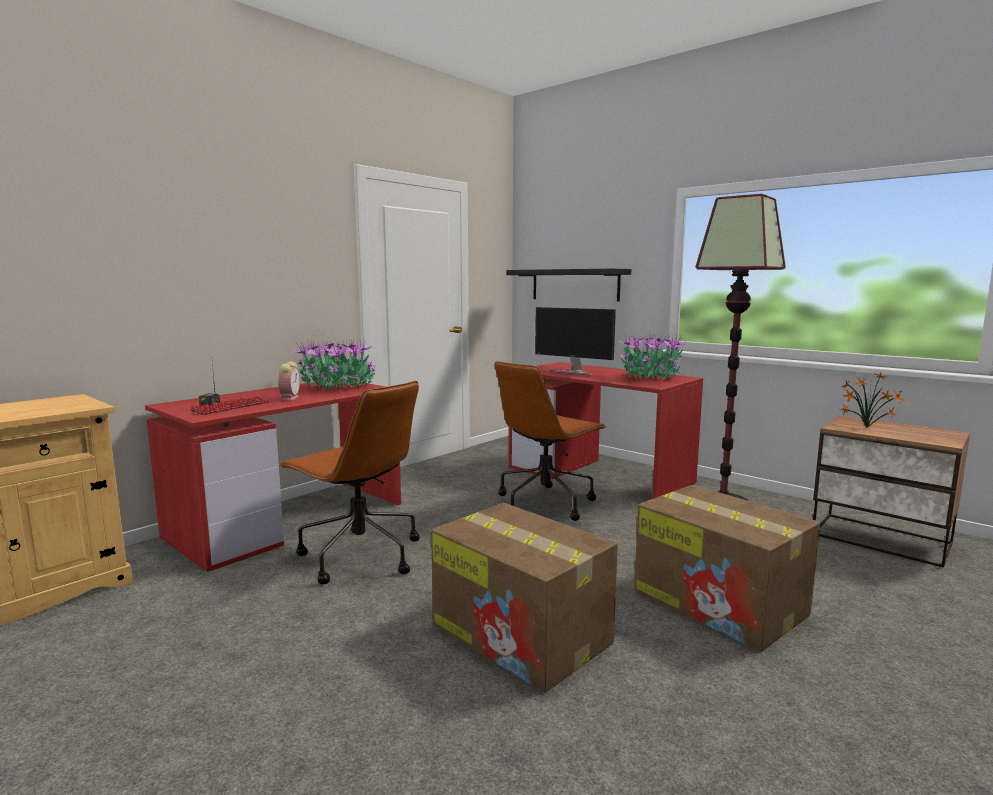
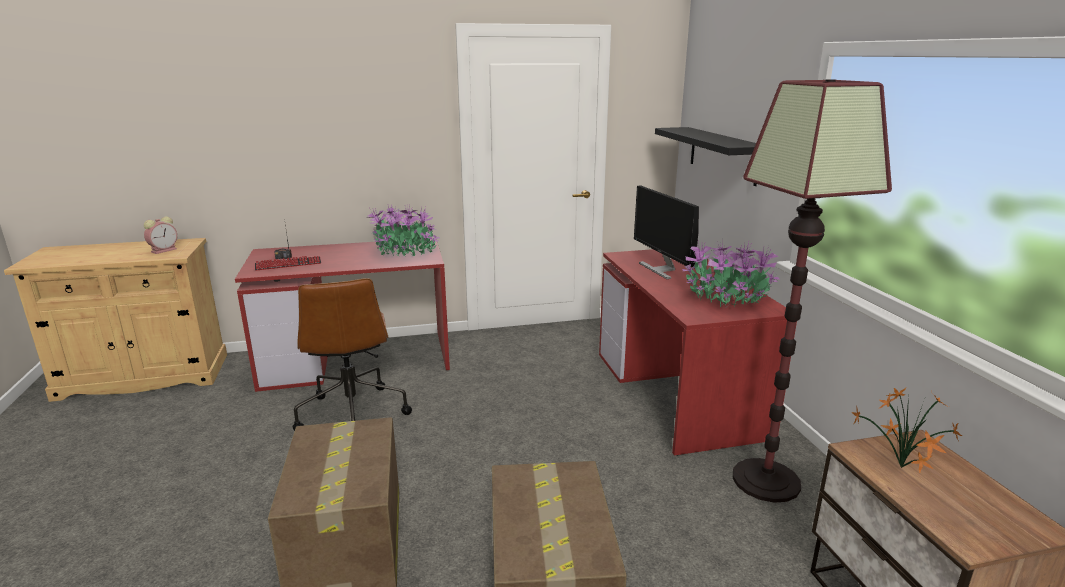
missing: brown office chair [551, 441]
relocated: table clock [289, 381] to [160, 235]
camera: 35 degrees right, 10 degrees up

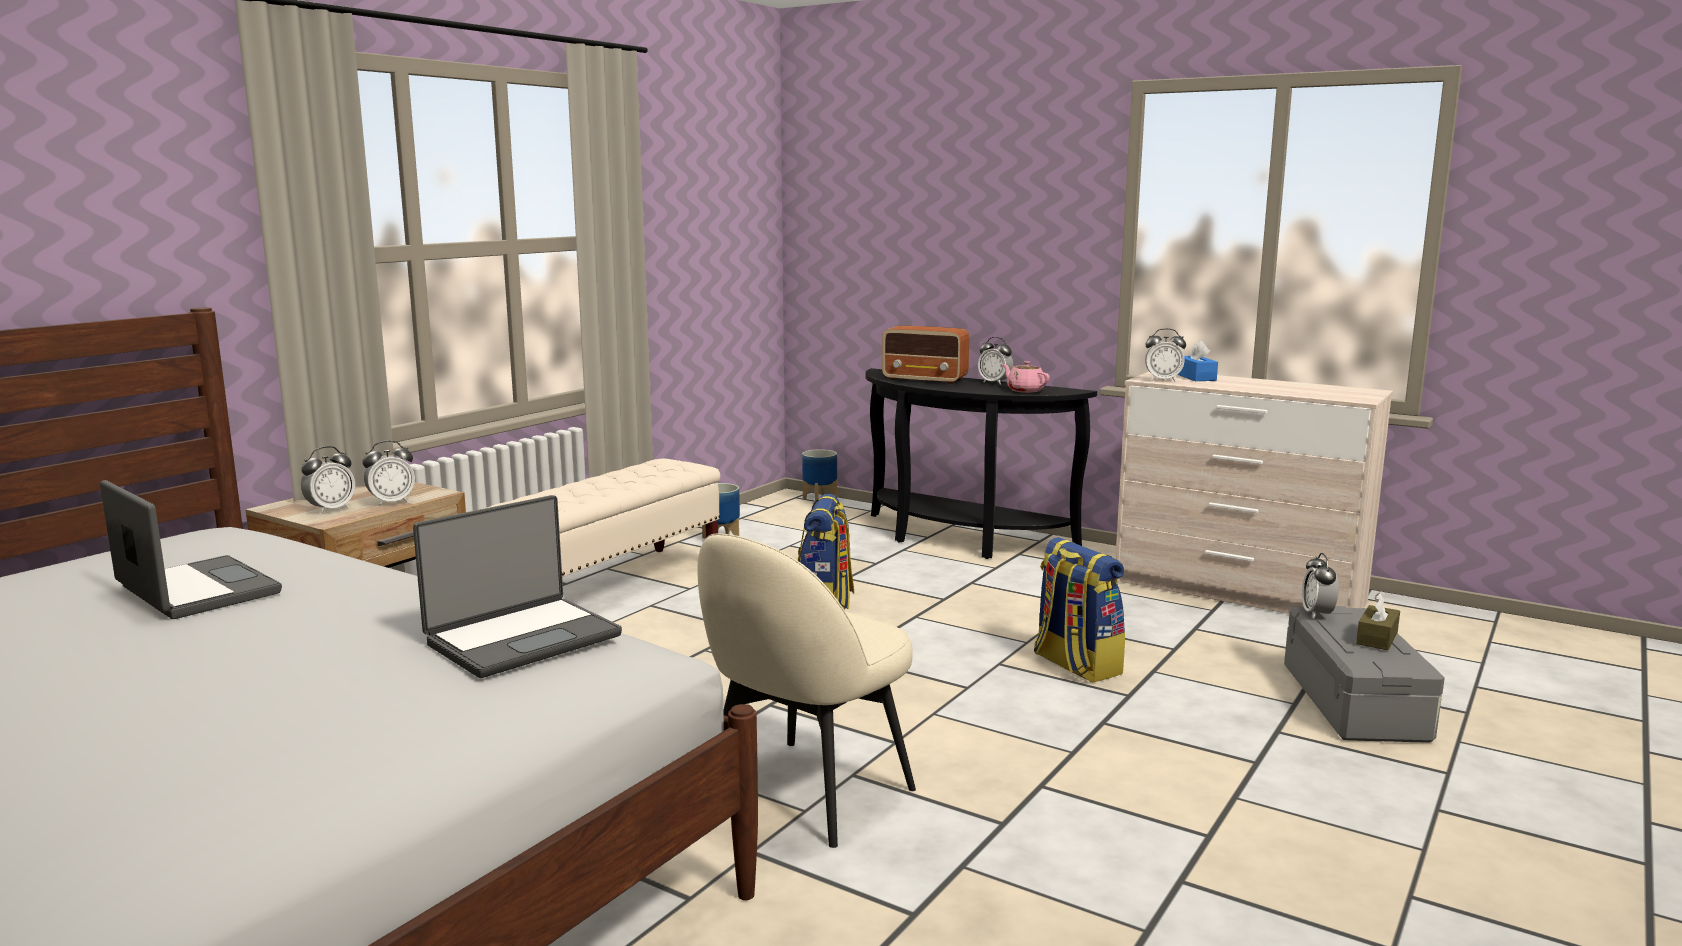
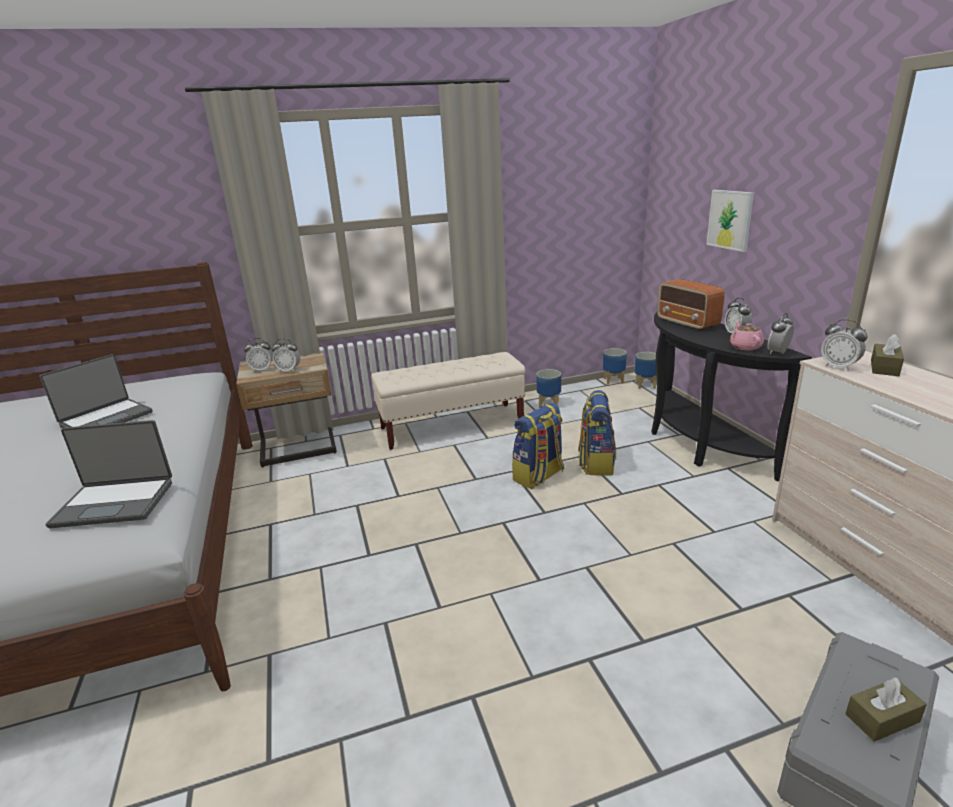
missing: beige upright chair [807, 691]
appeared: wall picture [730, 221]; planter [615, 366]
relocated: rucksack [1079, 610] to [597, 433]; table clock [1320, 585] to [780, 333]
colour: blue box of tissues [1198, 361] to brown box of tissues [887, 355]
spun: laptop [191, 549] = [96, 391] 45 degrees clockwise
camera: 40 degrees right, 10 degrees up

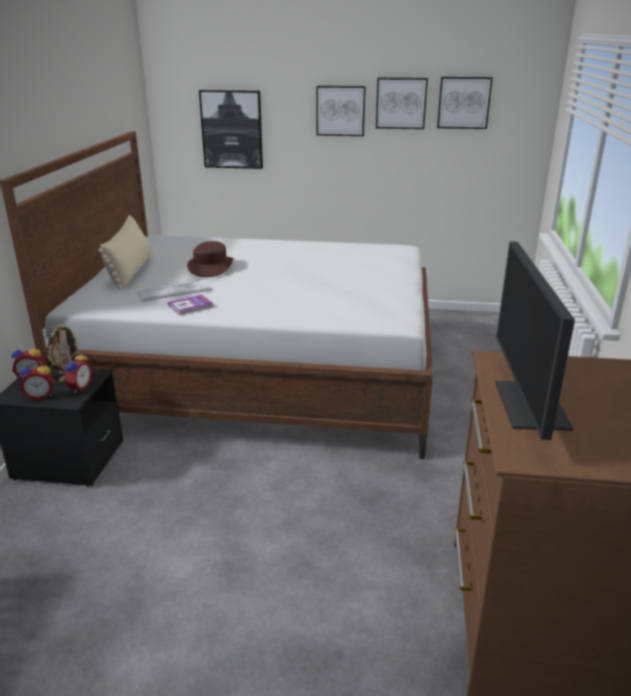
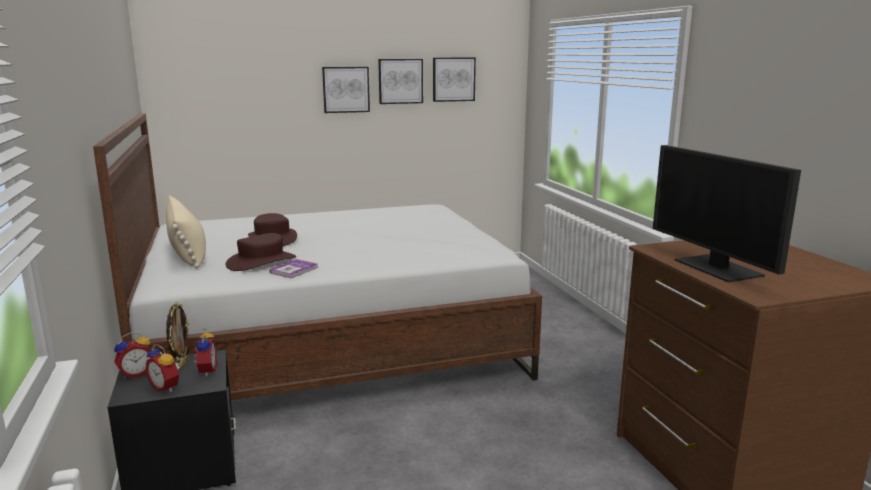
missing: wall picture [231, 129]
exchanged: PC keyboard [175, 290] to brown wearable hat [261, 252]
spun: table clock [36, 380] = [162, 368] 75 degrees clockwise
camera: 25 degrees left, 10 degrees down

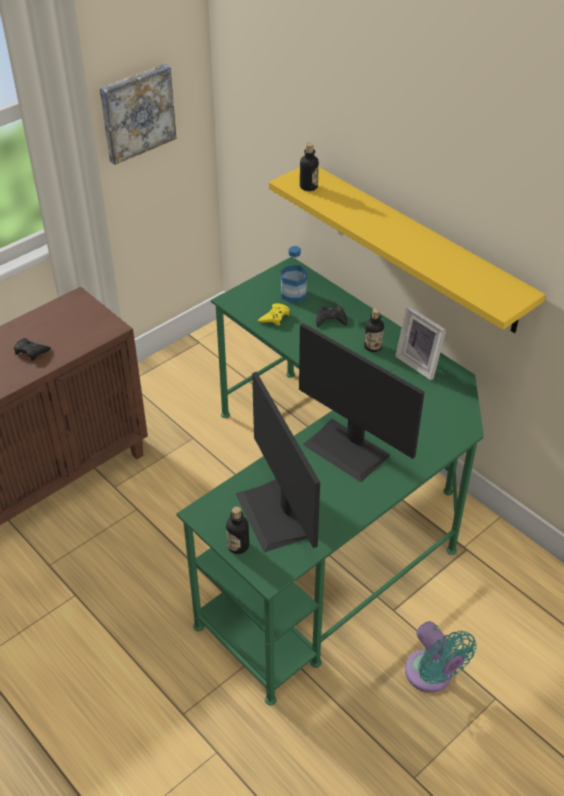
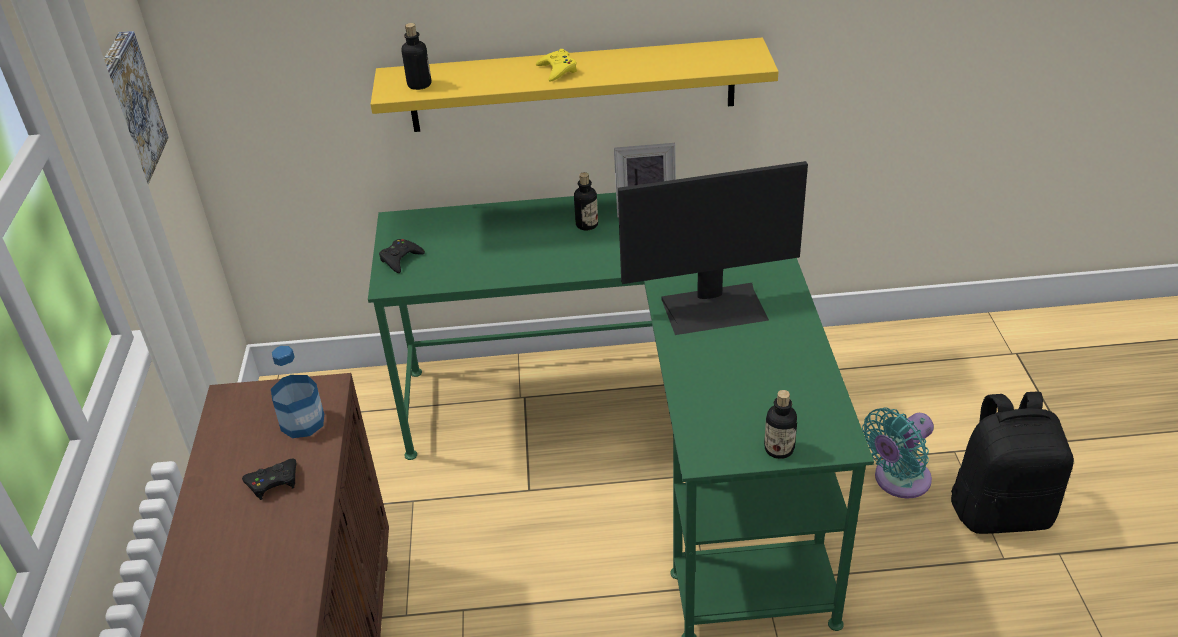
missing: monitor [278, 462]
appeared: black-coloured rucksack [1012, 462]
relocated: beverage bottle [294, 274] to [297, 392]; yellow-coloured gamepad [274, 314] to [556, 65]; black-coloured gamepad [331, 316] to [402, 256]
spun: turquoise-coloured fan [441, 657] = [898, 452] 135 degrees clockwise
camera: 50 degrees left, 5 degrees down

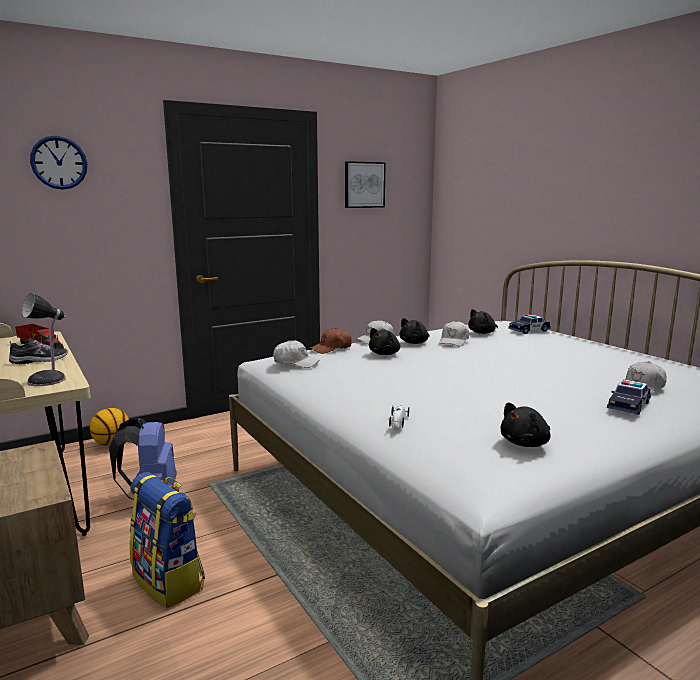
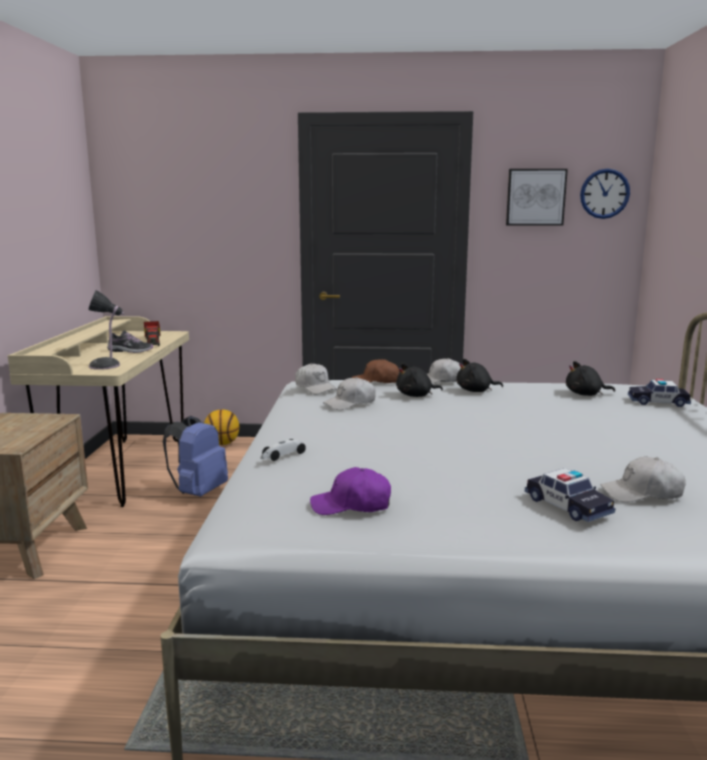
missing: rucksack [167, 540]
relocated: clock on the wall [58, 163] to [605, 194]; white-coloured cap [454, 333] to [349, 393]
exchanged: black-coloured plush toy [525, 424] to purple-coloured cap [350, 491]
spun: toy car [629, 397] = [570, 495] 105 degrees counterclockwise
camera: 35 degrees right, 0 degrees up

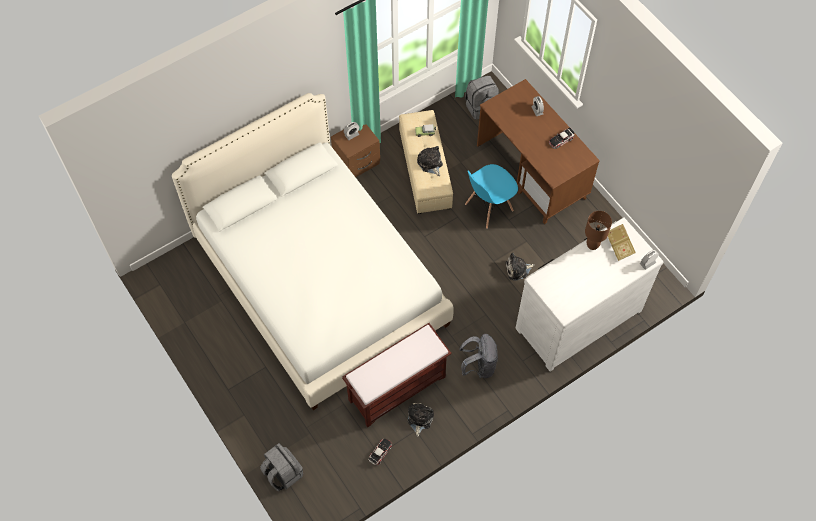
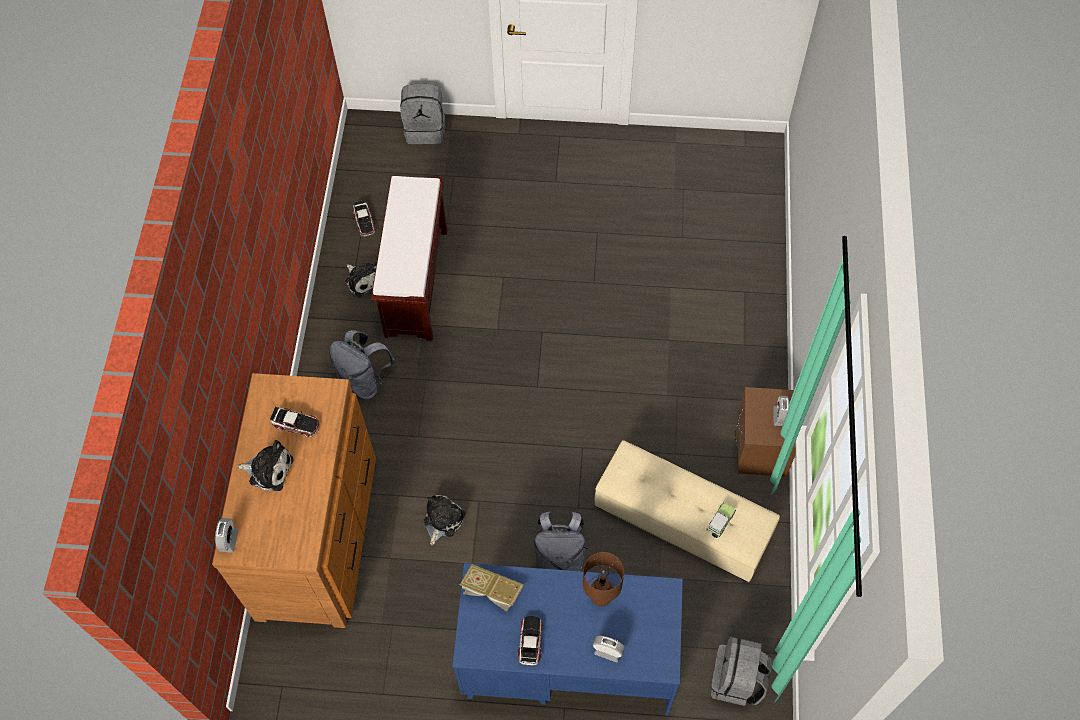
missing: white-coloured bed [313, 251]
appeared: toy car [295, 422]
relocated: plush toy [430, 161] to [265, 465]; brown tabletop lamp [598, 230] to [603, 579]; book [622, 242] to [492, 588]
exchanged: blue upright chair [491, 196] to grey rucksack [560, 541]
colour: brown desk table [538, 151] to blue desk table [567, 639]; white-coloured dresser [589, 294] to brown dresser [294, 500]
camera: 130 degrees right, 0 degrees up

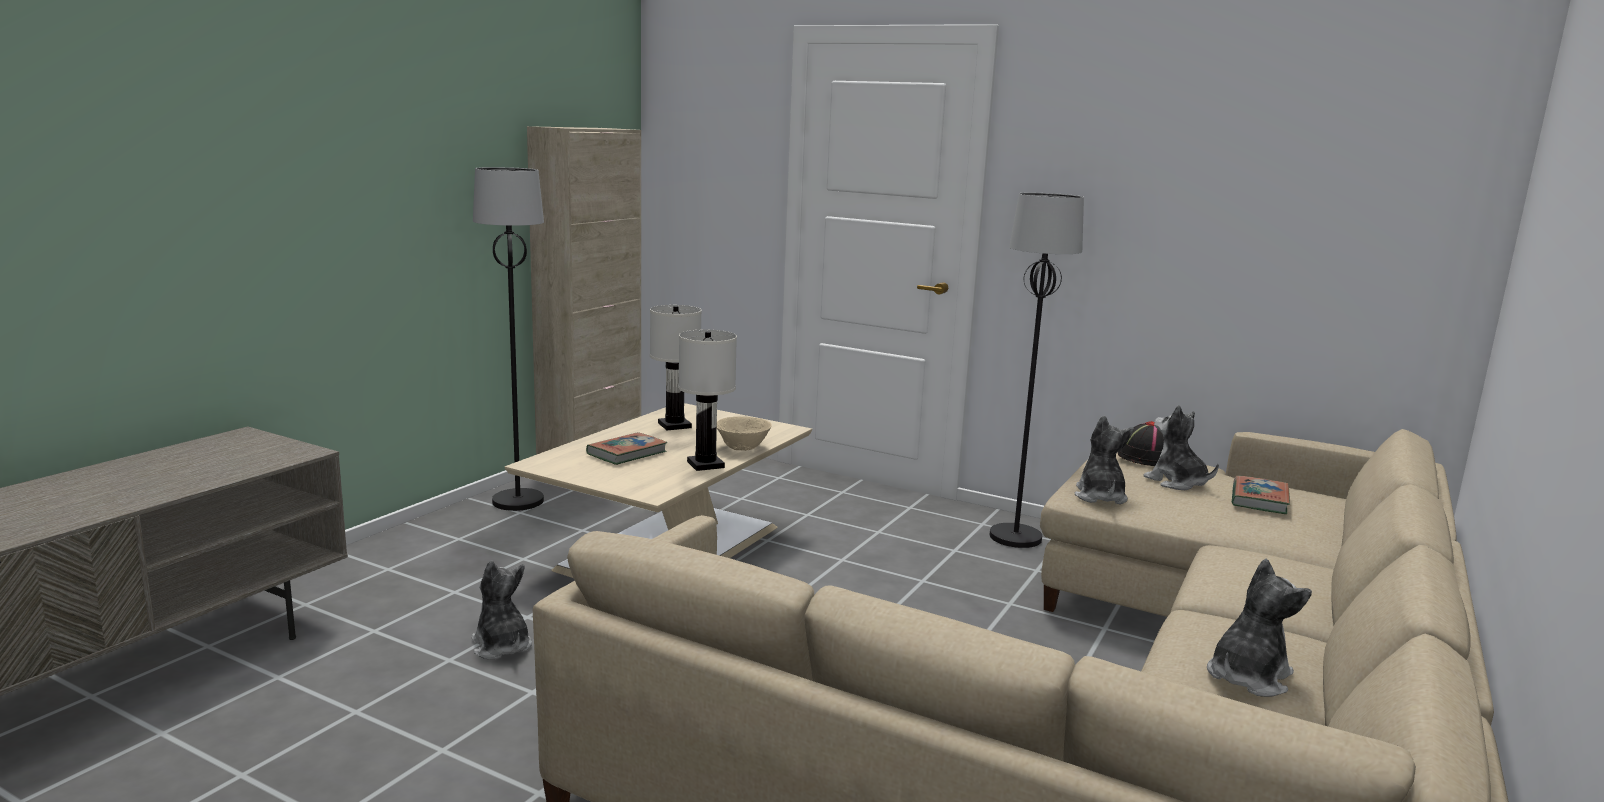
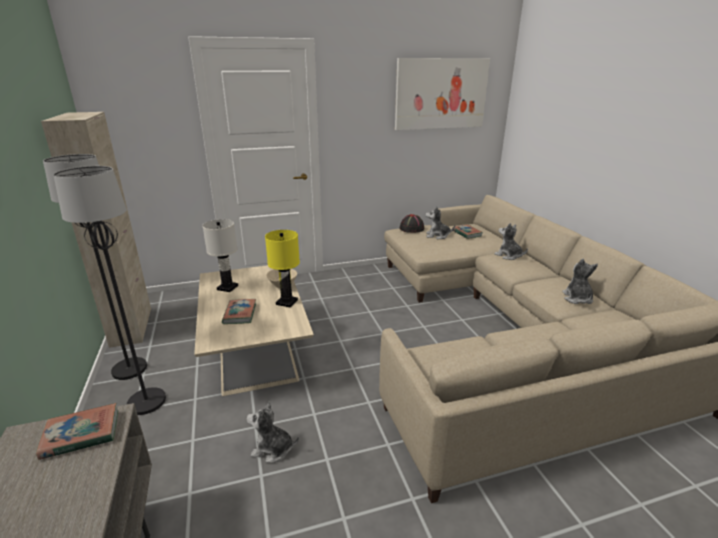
appeared: wall picture [442, 94]; book [77, 431]
relocated: black-coloured standard lamp [1037, 370] to [109, 290]; plush toy [1104, 459] to [511, 241]
colour: white-coloured tabletop lamp [707, 400] to yellow-coloured tabletop lamp [282, 268]
camera: 45 degrees left, 10 degrees up

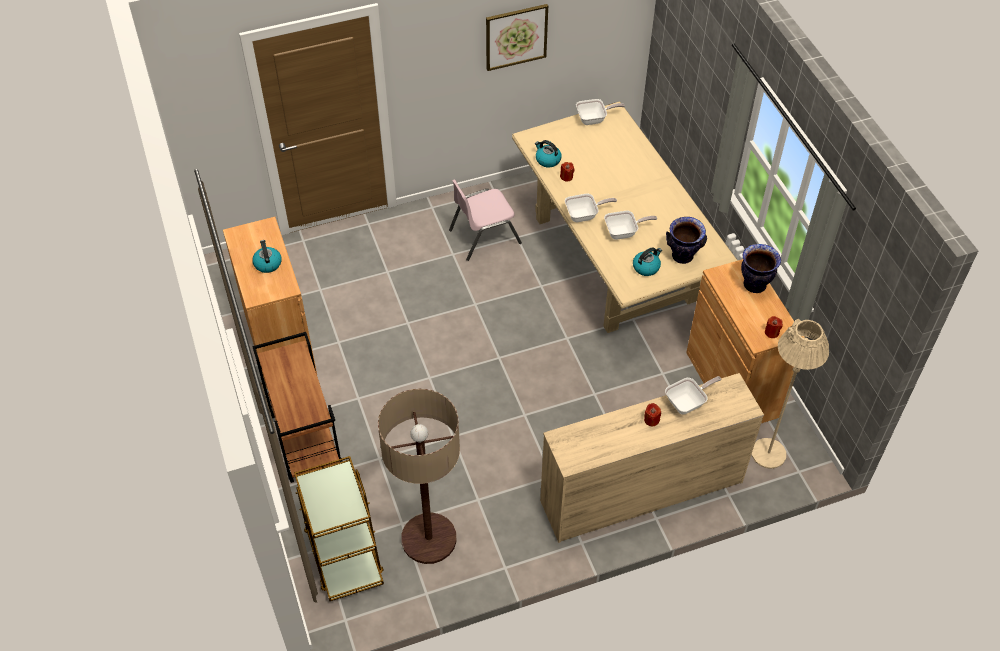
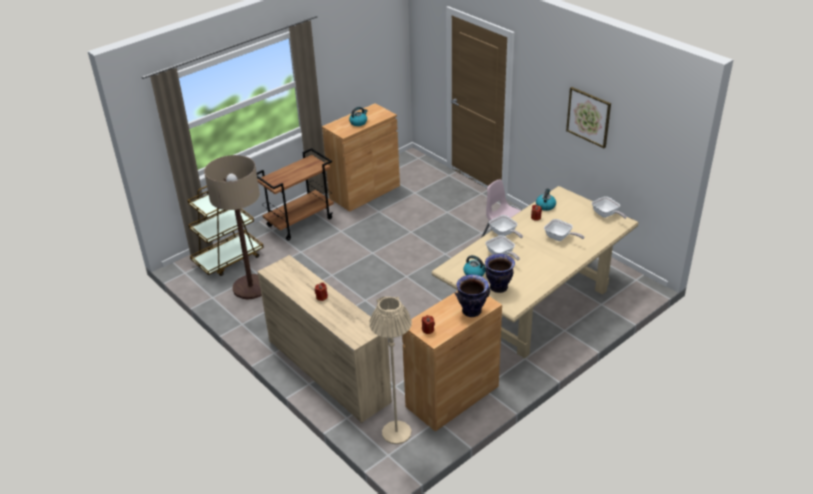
relocated: frying pan [693, 395] to [564, 230]
camera: 70 degrees right, 15 degrees down

